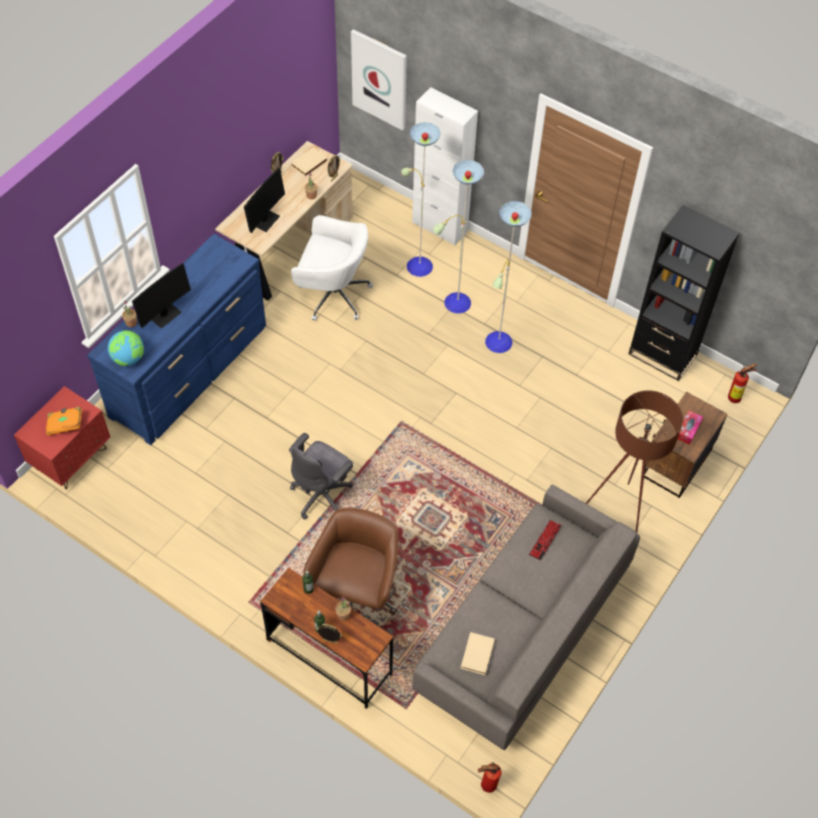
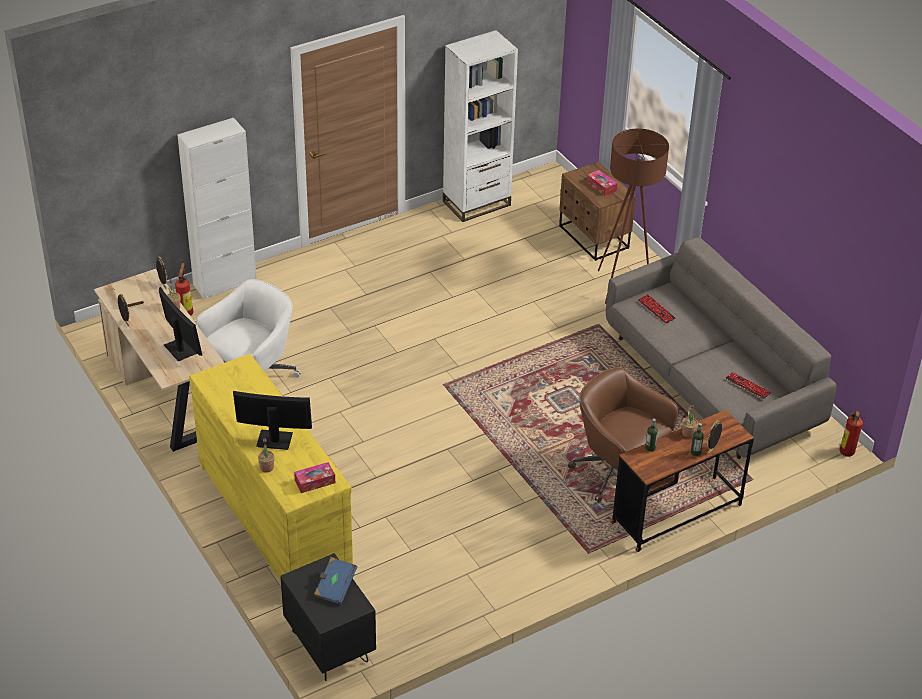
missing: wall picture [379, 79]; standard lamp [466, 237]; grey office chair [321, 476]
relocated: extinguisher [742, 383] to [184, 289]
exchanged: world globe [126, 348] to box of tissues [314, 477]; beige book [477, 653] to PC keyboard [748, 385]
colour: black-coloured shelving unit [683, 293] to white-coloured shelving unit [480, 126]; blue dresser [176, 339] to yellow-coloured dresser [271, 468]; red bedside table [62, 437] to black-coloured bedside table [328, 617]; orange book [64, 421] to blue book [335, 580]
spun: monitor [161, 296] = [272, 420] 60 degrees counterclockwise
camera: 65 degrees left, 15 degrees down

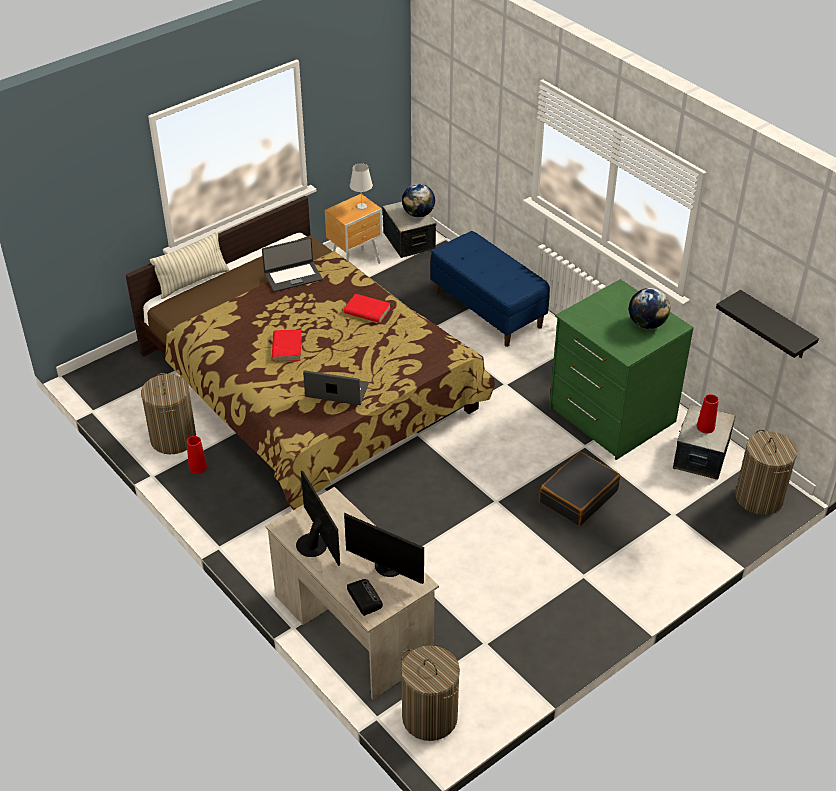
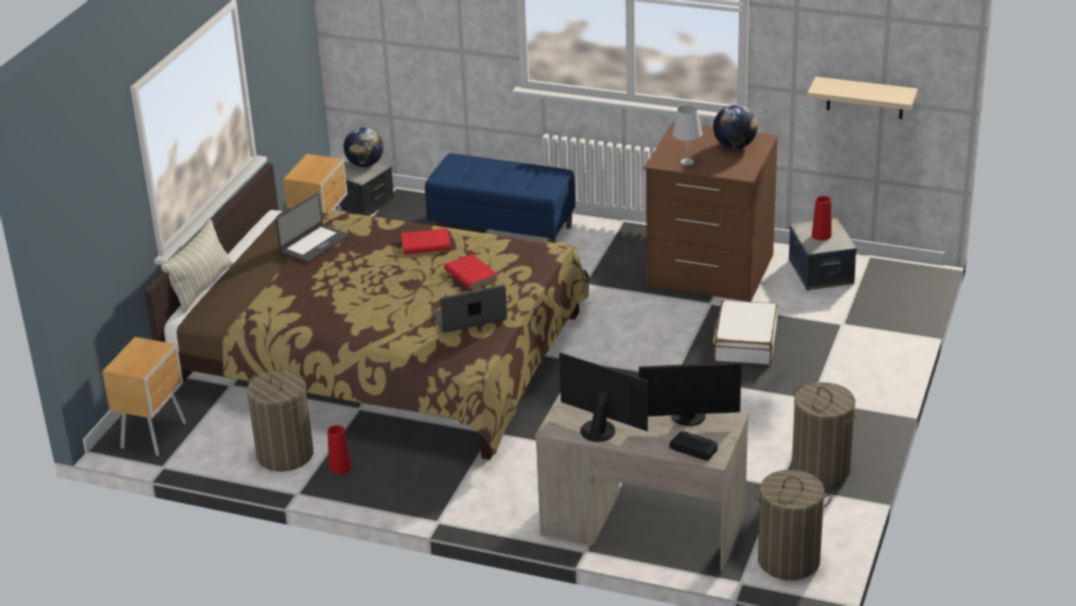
appeared: brown bedside table [144, 396]
relocated: white-coloured tabletop lamp [361, 186] to [687, 135]; red book [287, 346] to [470, 272]; hamper [766, 472] to [824, 434]
colour: green-coloured dresser [621, 369] to brown dresser [711, 212]; black-coloured wall shelf [767, 324] to beige wall shelf [862, 98]; black-coloured piece of luggage [579, 489] to white-coloured piece of luggage [745, 332]
camera: 30 degrees left, 10 degrees down

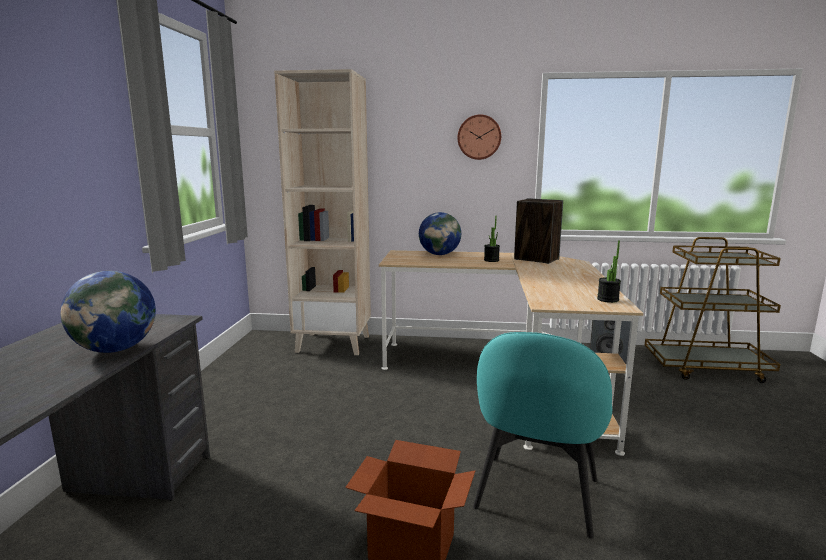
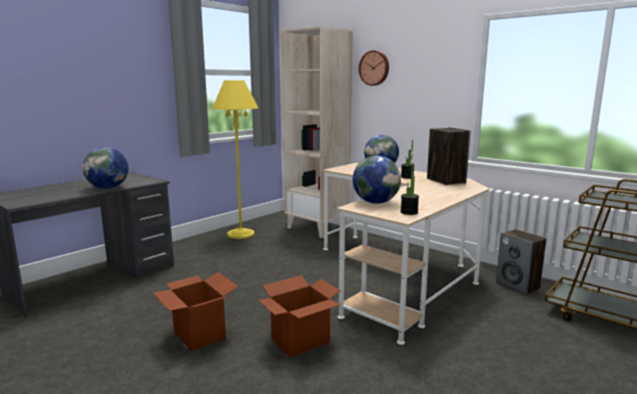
appeared: yellow-coloured standard lamp [235, 159]; world globe [377, 179]
relocated: clock on the wall [479, 137] to [374, 68]
exchanged: turquoise-coloured upright chair [542, 435] to carton [299, 316]
camera: 35 degrees right, 0 degrees up

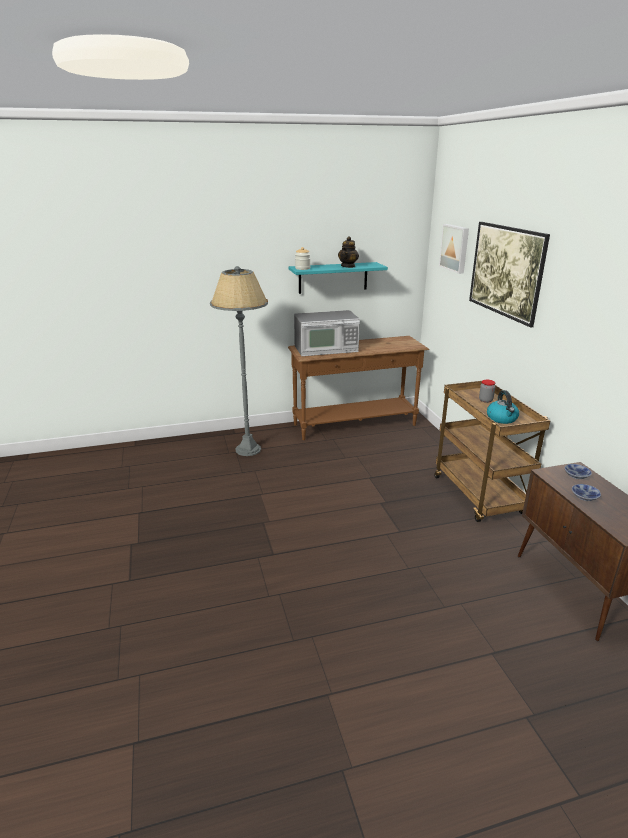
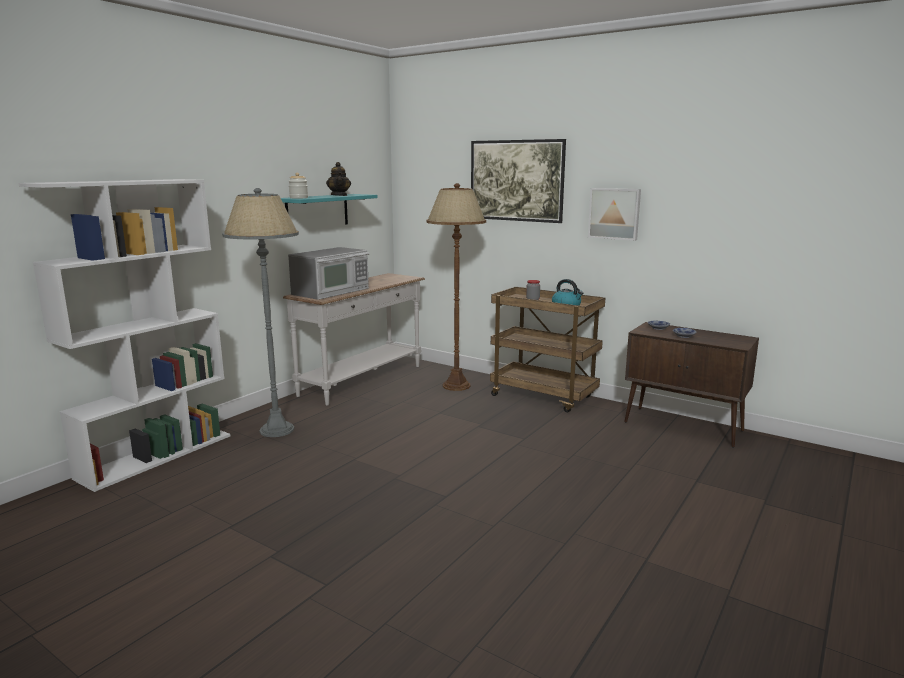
appeared: white-coloured shelving unit [124, 335]; brown standard lamp [456, 287]
relocated: wall picture [454, 249] to [614, 214]
colour: brown hall table [358, 388] to white-coloured hall table [354, 339]
camera: 40 degrees left, 10 degrees down

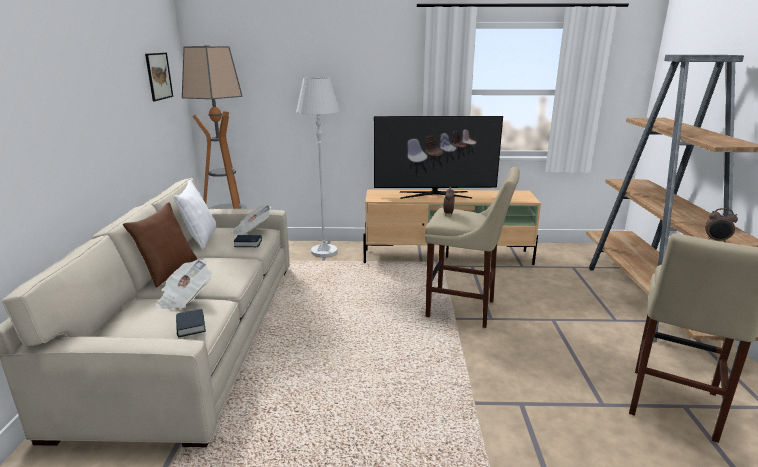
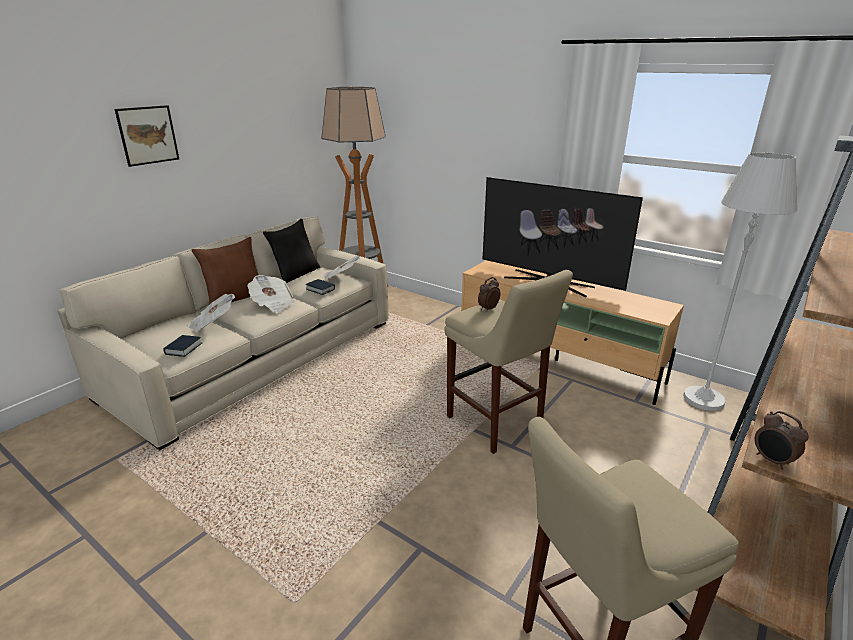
appeared: newspaper [271, 294]
relocated: wall picture [159, 77] to [146, 136]; white-coloured standard lamp [318, 167] to [740, 281]
colour: white-coloured throw pillow [195, 214] to black-coloured throw pillow [291, 251]
camera: 35 degrees right, 5 degrees up

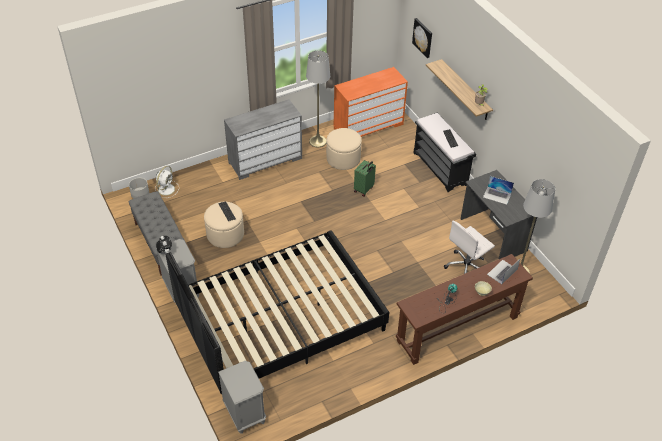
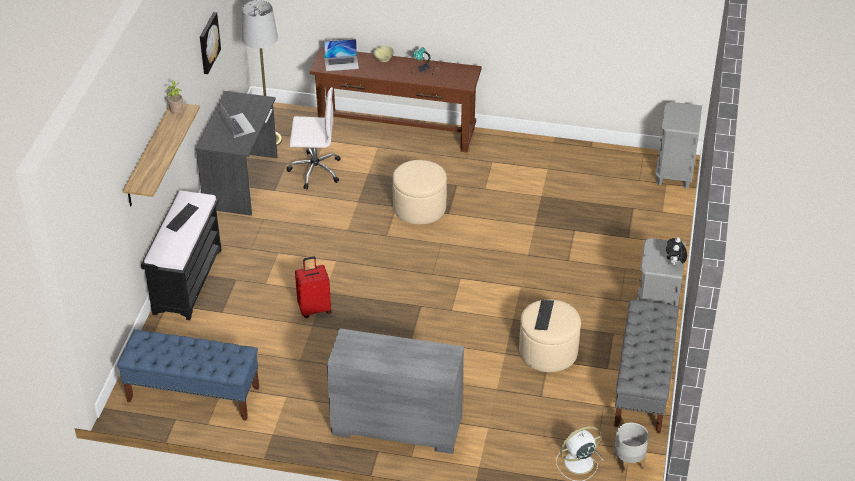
missing: grey standard lamp [318, 98]; black-coloured bed [277, 312]
relocated: wall picture [422, 38] to [210, 43]; beige ottoman [344, 149] to [420, 192]
exchanged: orange dresser [371, 102] to blue bench [188, 374]
colour: green-coloured piece of luggage [365, 178] to red piece of luggage [313, 287]
camera: 140 degrees left, 5 degrees down

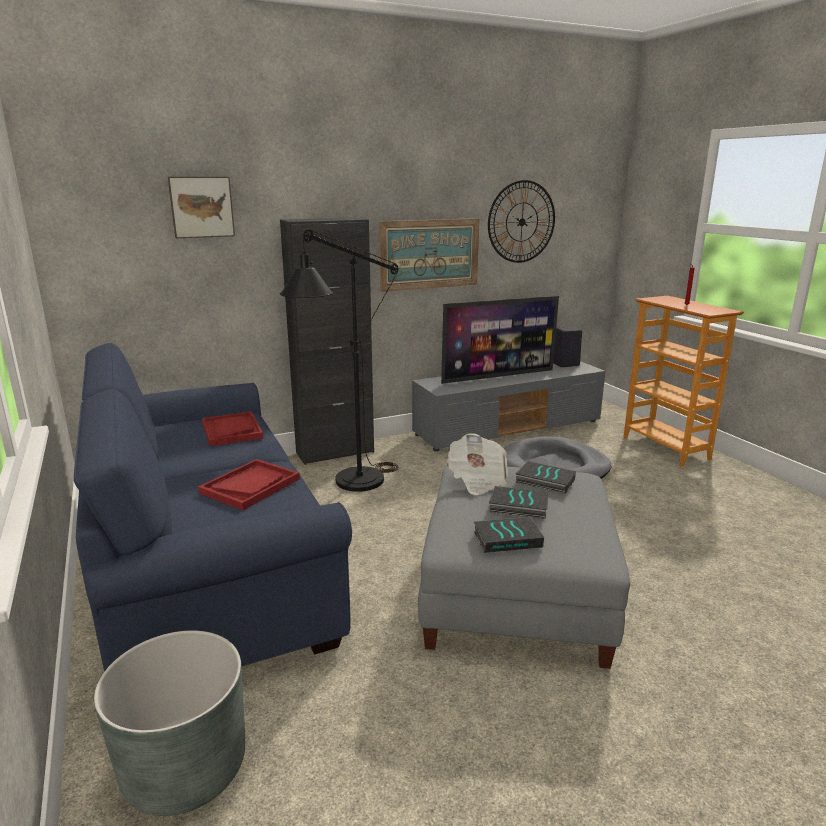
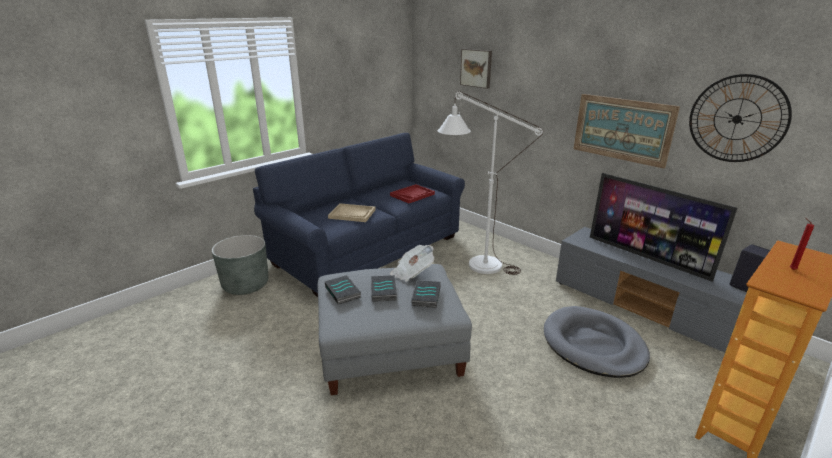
missing: black-coloured storage cabinet [327, 341]
colour: black-coloured standard lamp [339, 360] to white-coloured standard lamp [490, 183]; red tray [249, 484] to beige tray [351, 212]
camera: 70 degrees right, 5 degrees up

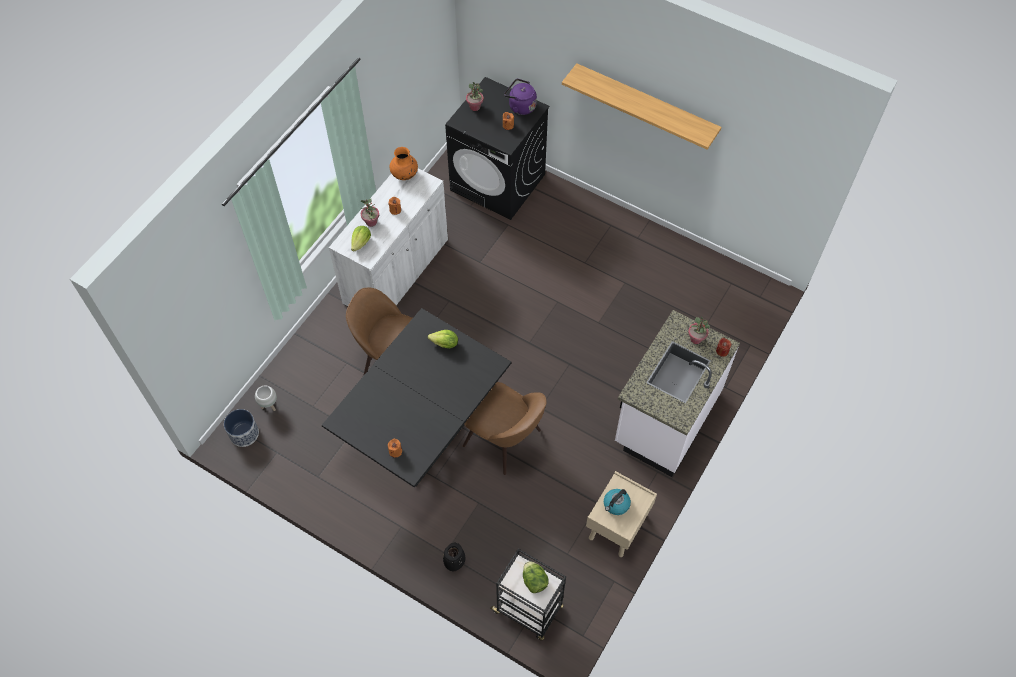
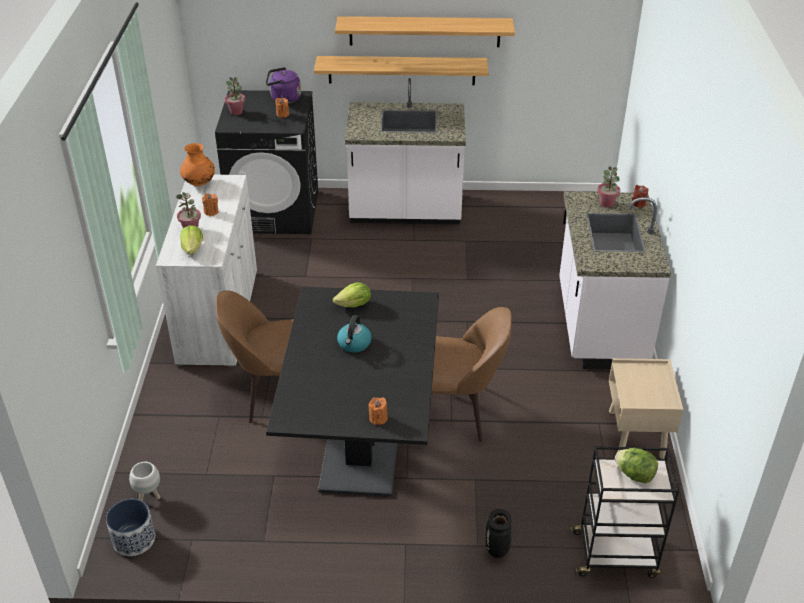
appeared: wall shelf [401, 70]; white-coloured kitchen base unit [405, 151]
relocated: tea kettle [617, 502] to [354, 334]
camera: 30 degrees left, 20 degrees down

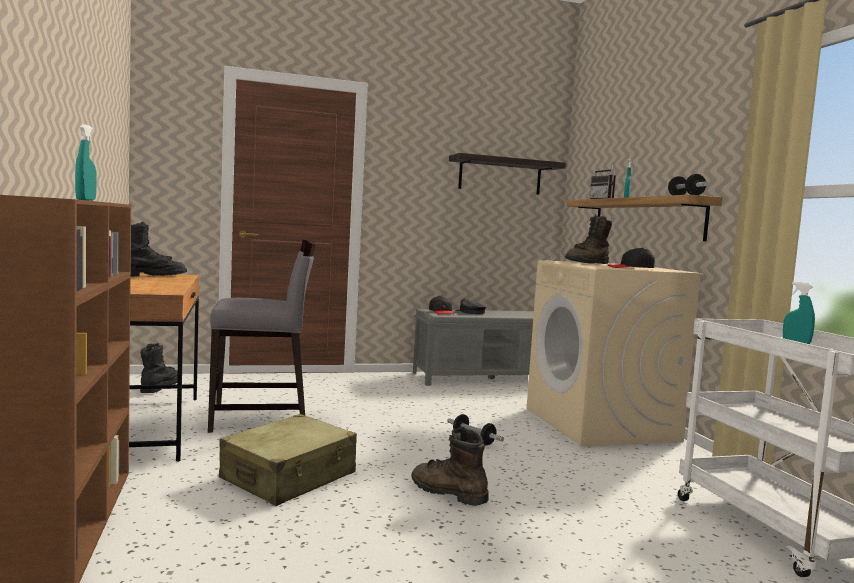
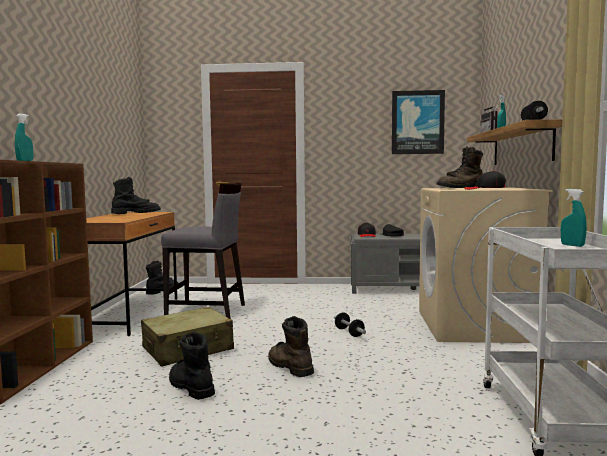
appeared: black-coloured boot [192, 366]
exchanged: wall shelf [507, 174] to wall picture [418, 122]
camera: 20 degrees right, 0 degrees up

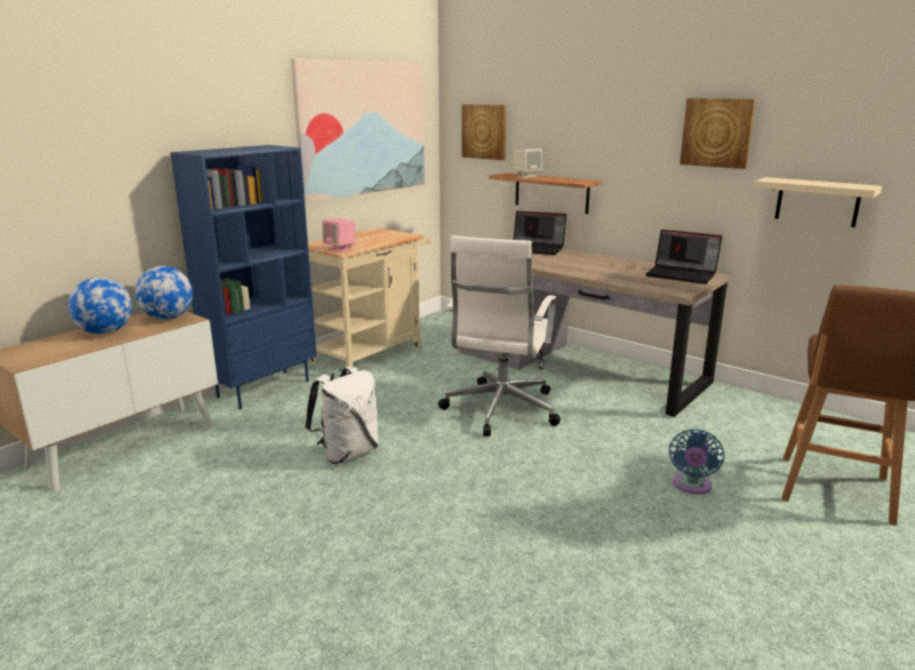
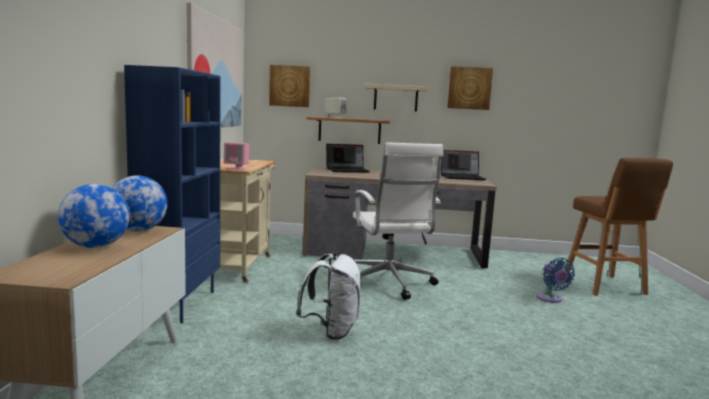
relocated: beige wall shelf [817, 202] to [397, 98]
camera: 35 degrees left, 10 degrees down

